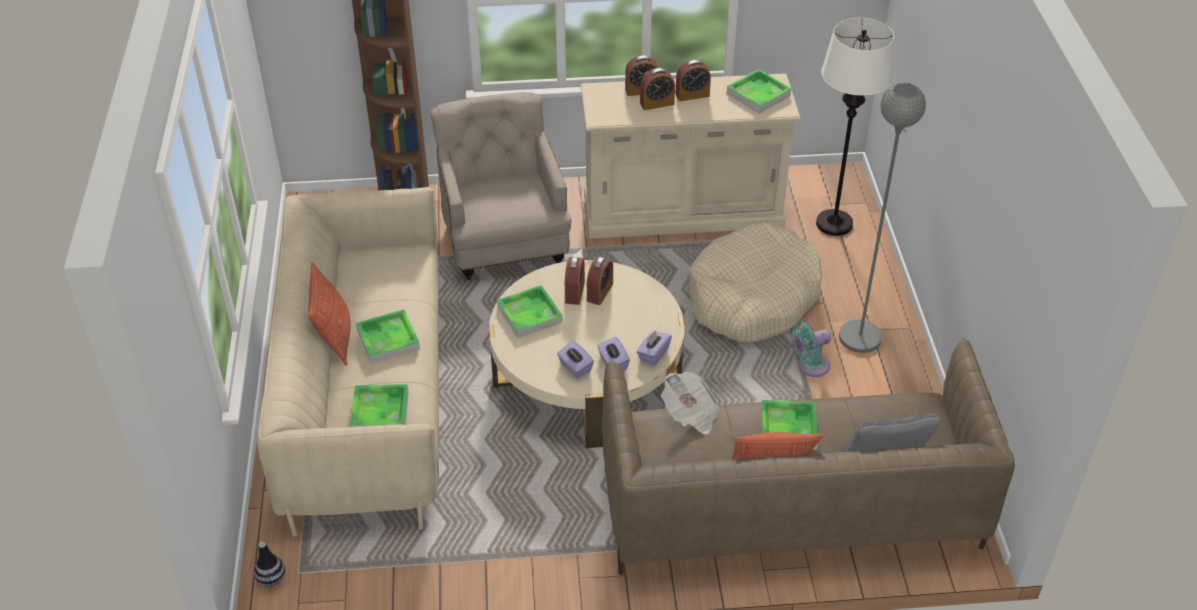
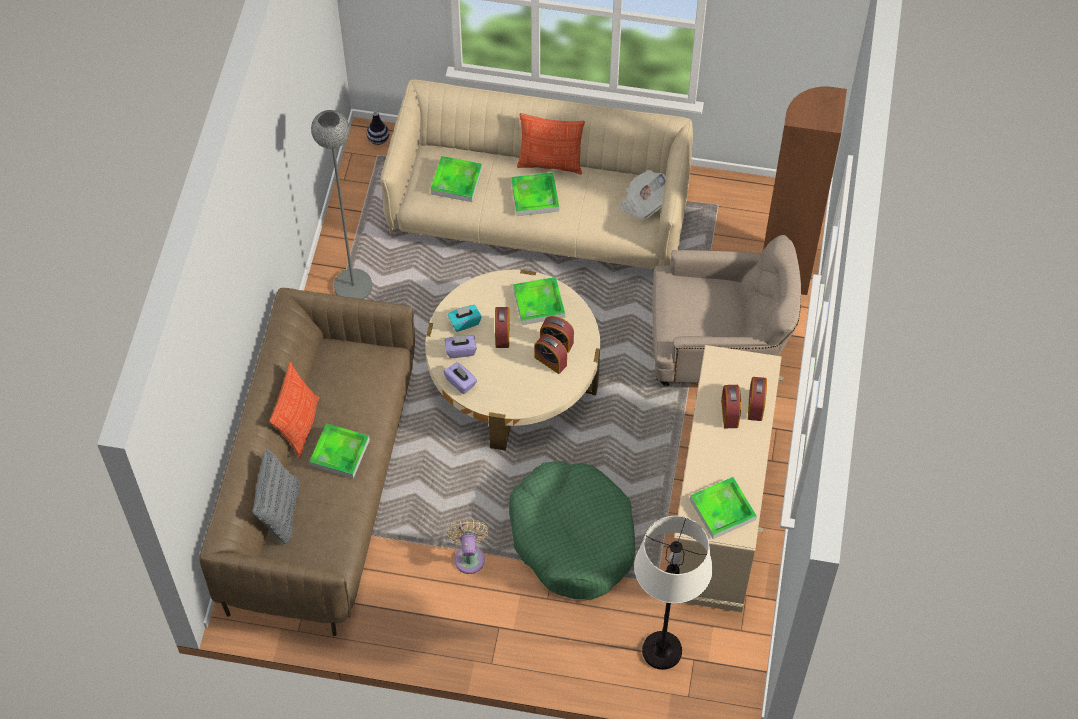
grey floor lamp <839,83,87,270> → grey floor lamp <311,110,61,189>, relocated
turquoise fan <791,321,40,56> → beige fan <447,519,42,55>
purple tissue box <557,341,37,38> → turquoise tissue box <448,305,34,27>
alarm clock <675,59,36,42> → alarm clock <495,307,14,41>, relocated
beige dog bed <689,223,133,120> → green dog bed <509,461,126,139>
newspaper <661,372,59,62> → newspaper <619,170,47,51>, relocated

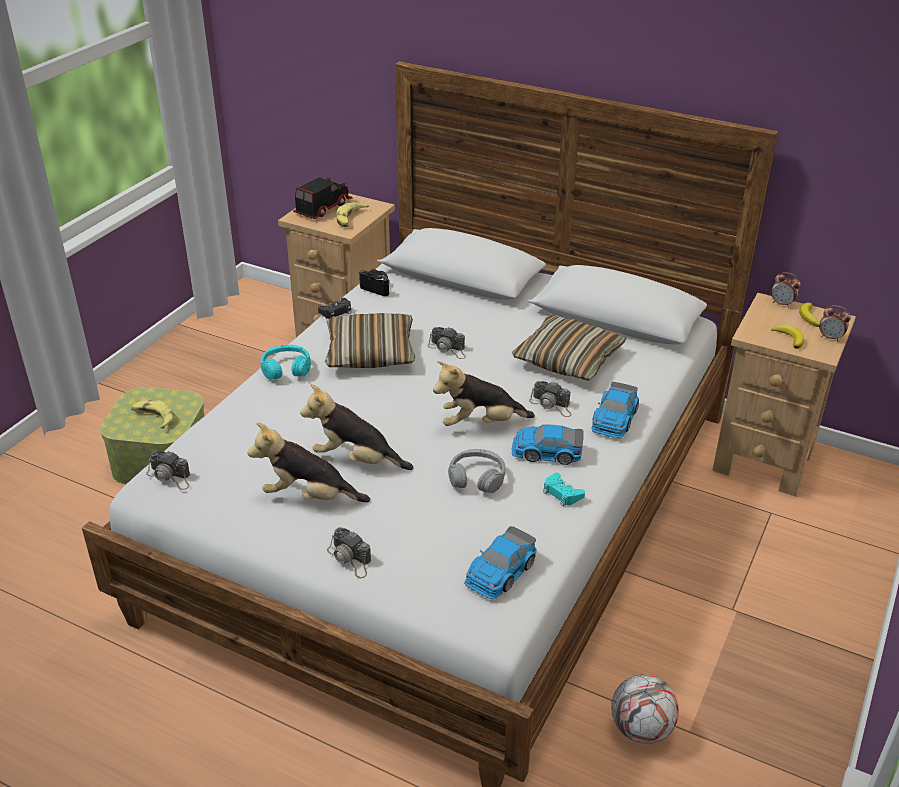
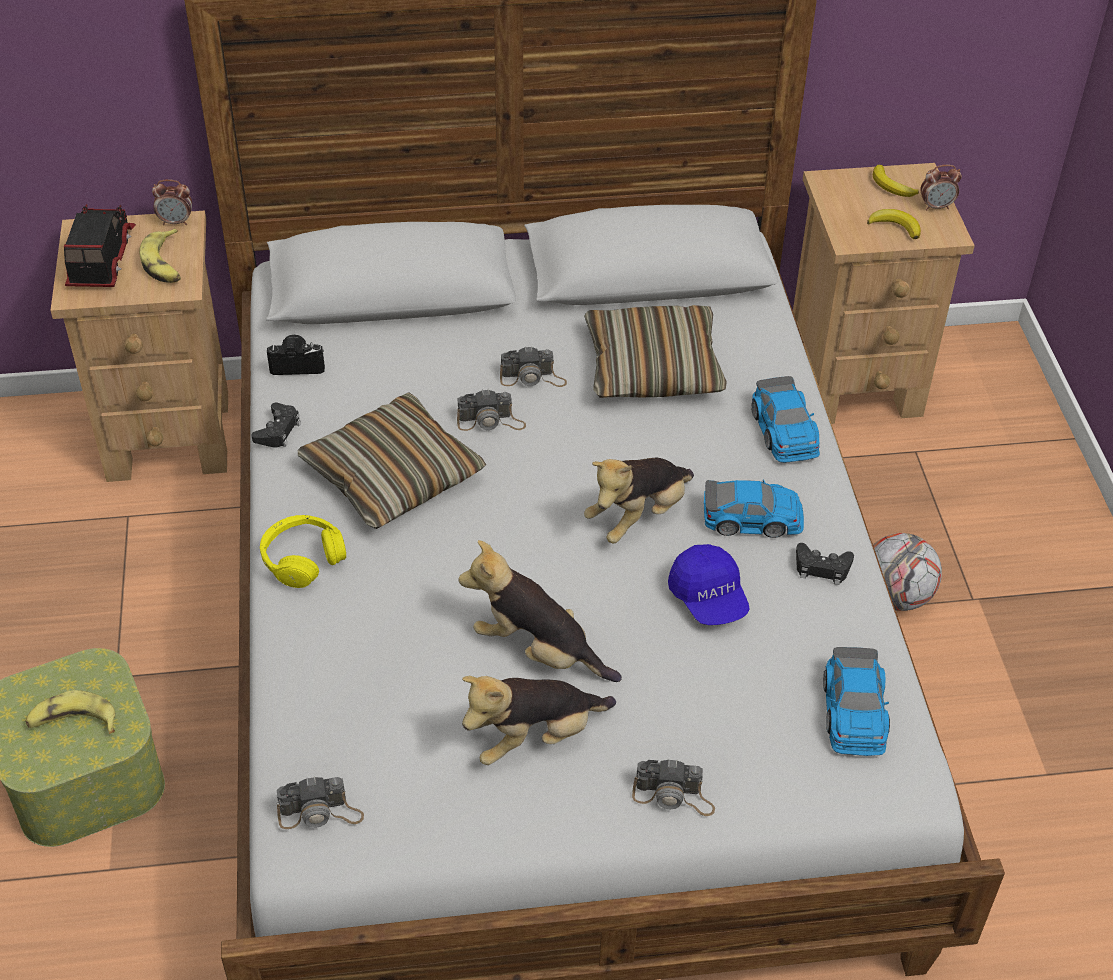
alarm clock <771,272,30,36> → alarm clock <152,179,40,46>, relocated
turquoise headphones <261,345,50,35> → yellow headphones <260,515,86,73>
plush toy <300,384,113,86> → plush toy <458,540,164,142>, 45 degrees clockwise
photo camera <529,381,43,36> → photo camera <500,346,67,41>, relocated
grey headphones <448,449,57,44> → blue cap <668,544,82,81>
toy car <512,424,72,41> → toy car <704,480,100,58>, 150 degrees counterclockwise
turquoise game controller <543,473,42,33> → black game controller <796,543,58,42>
football <611,674,68,70> → football <873,533,69,78>, relocated

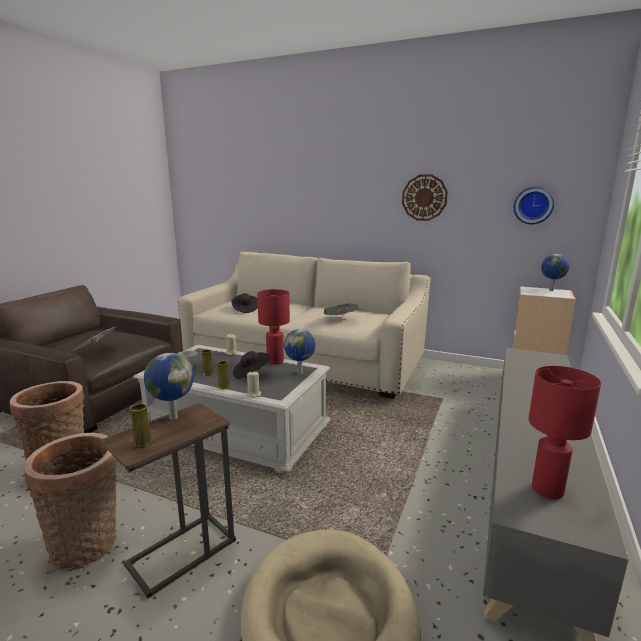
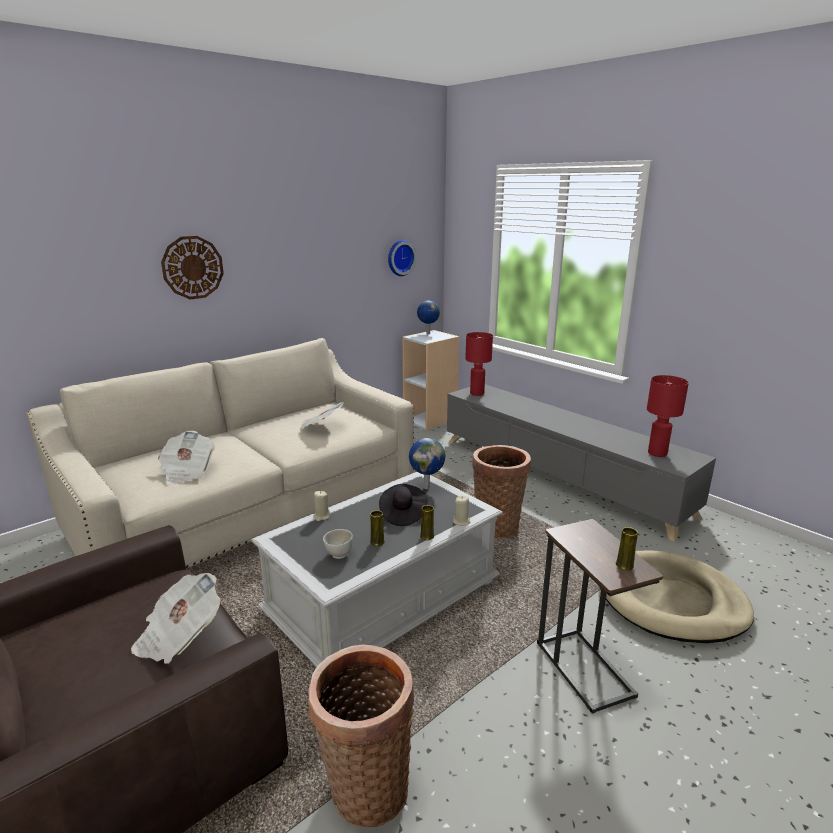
black hat <231,293,27,20> → newspaper <158,431,57,54>
wall clock <402,174,46,47> → wall clock <161,236,63,63>, relocated
red table lamp <257,289,33,76> → red table lamp <465,332,28,64>, relocated
basket <24,433,94,138> → basket <472,445,59,93>, relocated
globe <144,353,50,67> → -

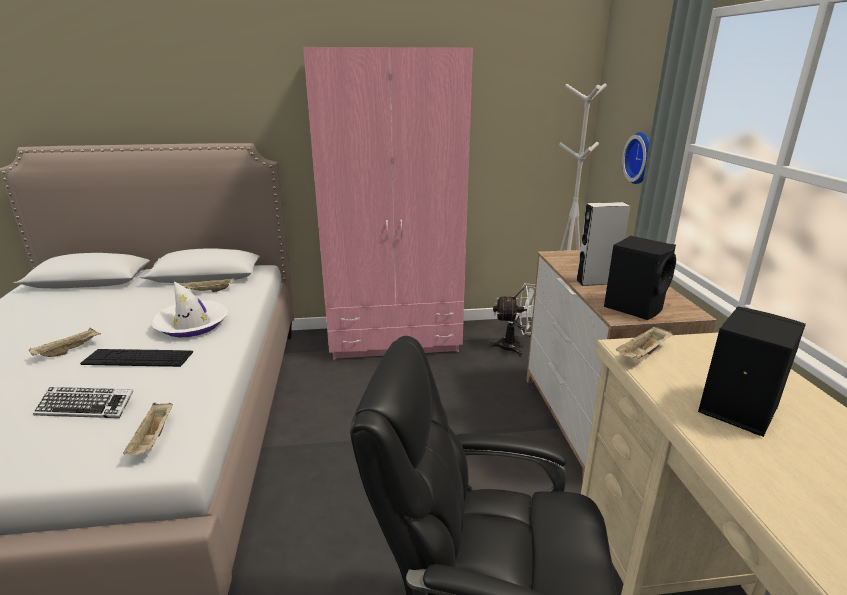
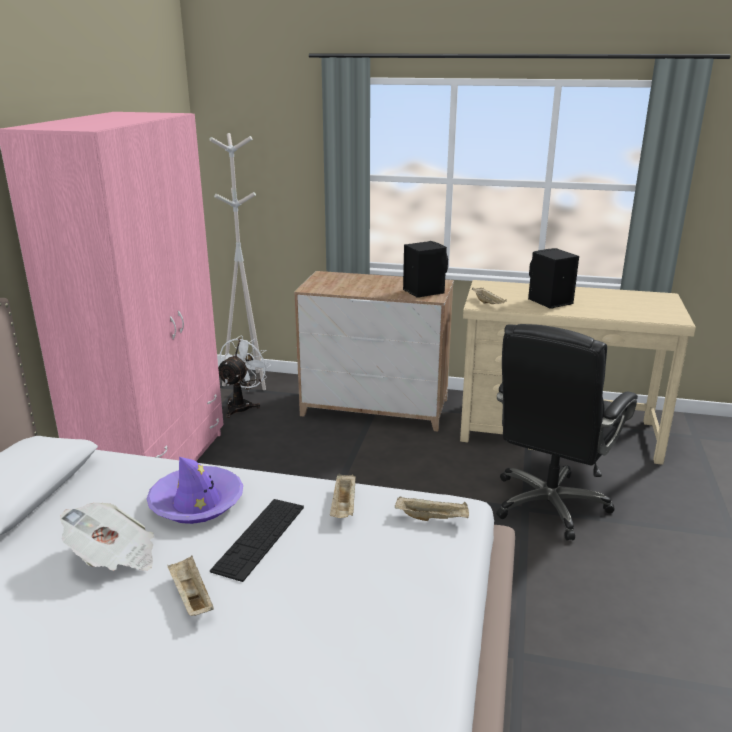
- → newspaper <60,503,94,68>
white hat <151,281,77,56> → purple hat <147,457,96,67>
beige tray <184,277,50,15> → beige tray <330,473,26,45>, relocated
keyboard <33,387,100,31> → -
grey speaker <576,202,54,84> → -
wall clock <622,132,28,52> → -

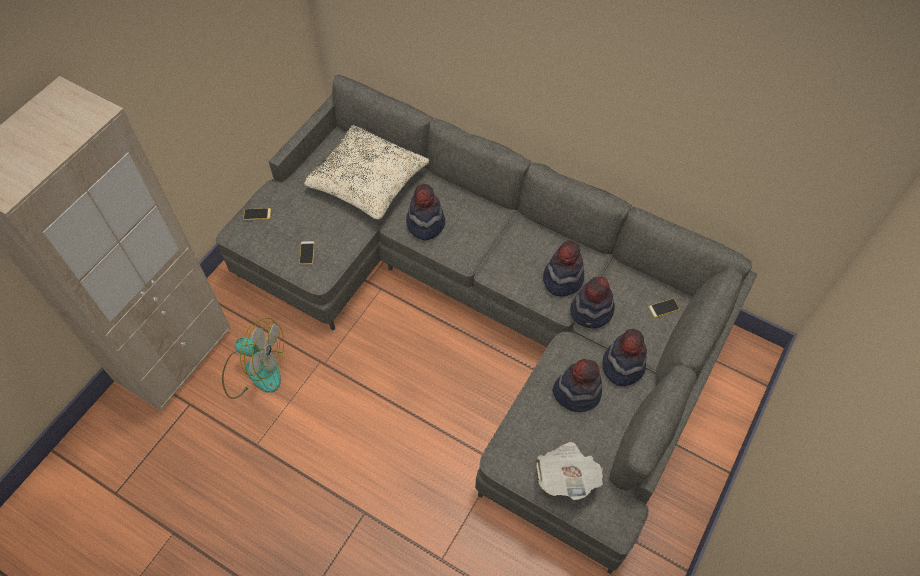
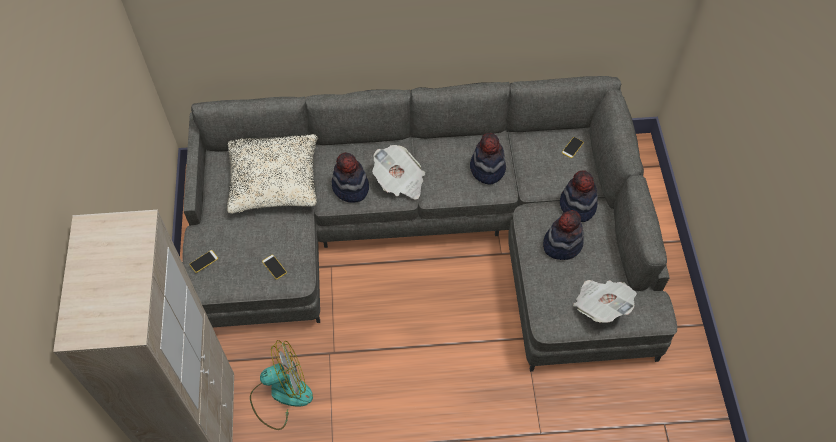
- → newspaper <372,145,53,55>
hat <570,277,45,52> → -

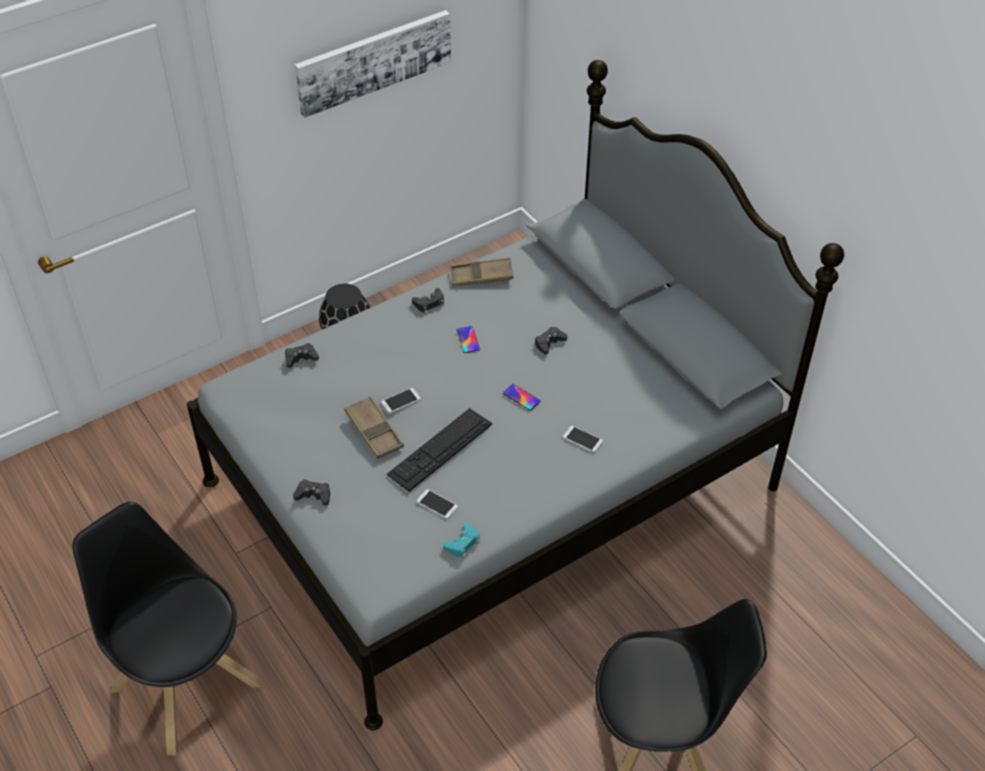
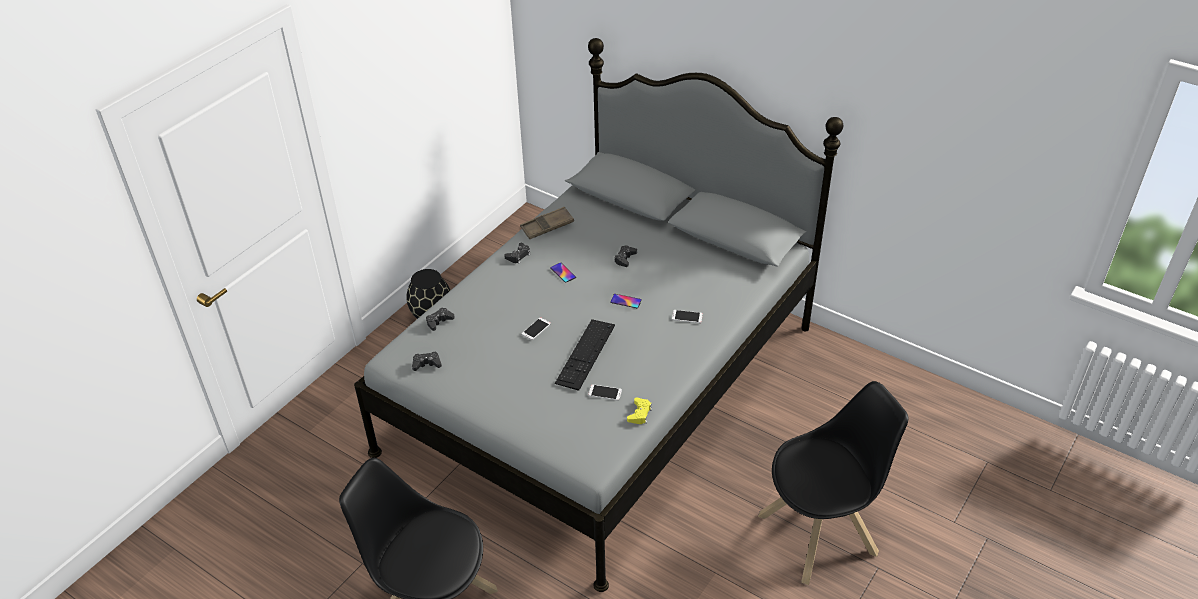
black game controller <293,479,37,27> → black game controller <412,352,30,19>, relocated
turquoise game controller <443,522,37,36> → yellow game controller <627,398,25,26>
picture <295,10,156,108> → -
brown tray <344,396,60,63> → -

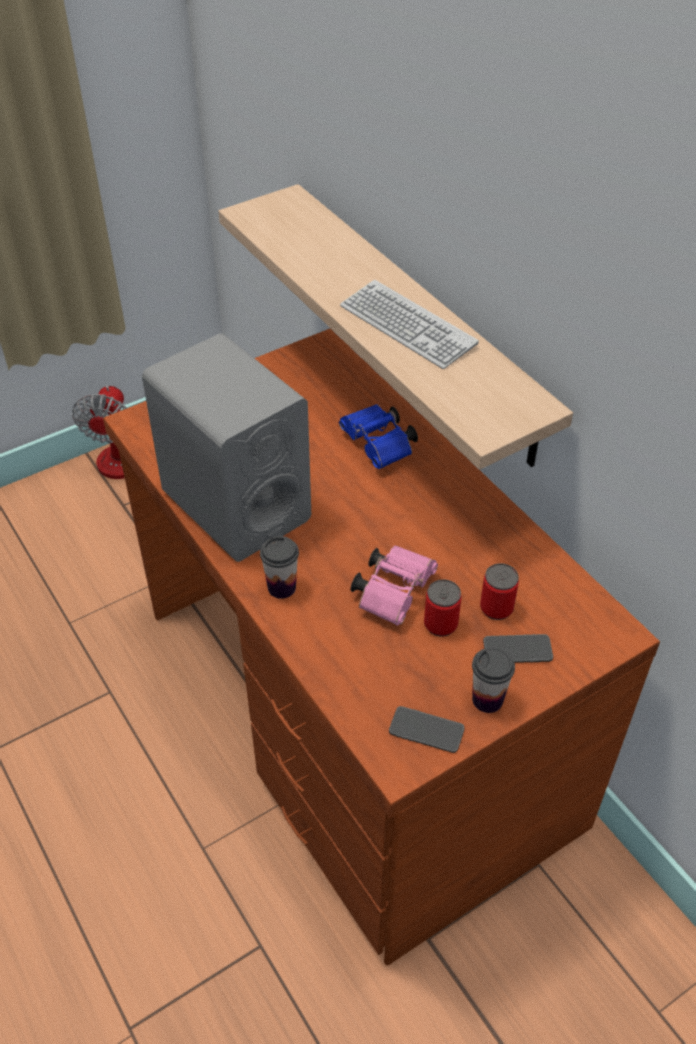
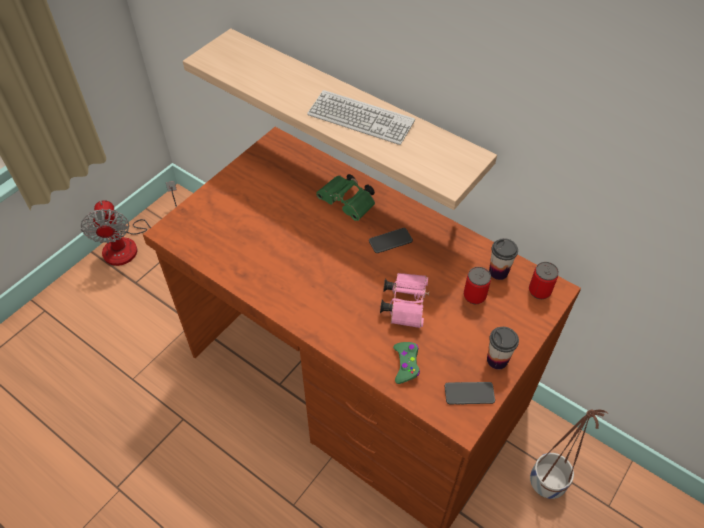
blue binoculars <339,404,79,65> → green binoculars <316,174,59,47>
phone <483,634,70,29> → phone <369,228,44,25>, relocated
- → green game controller <393,342,27,42>
cup <260,536,39,63> → cup <489,238,29,42>, relocated
can <424,579,37,58> → can <529,262,30,37>, relocated
- → planter <530,409,79,90>
grey speaker <142,333,169,229> → -

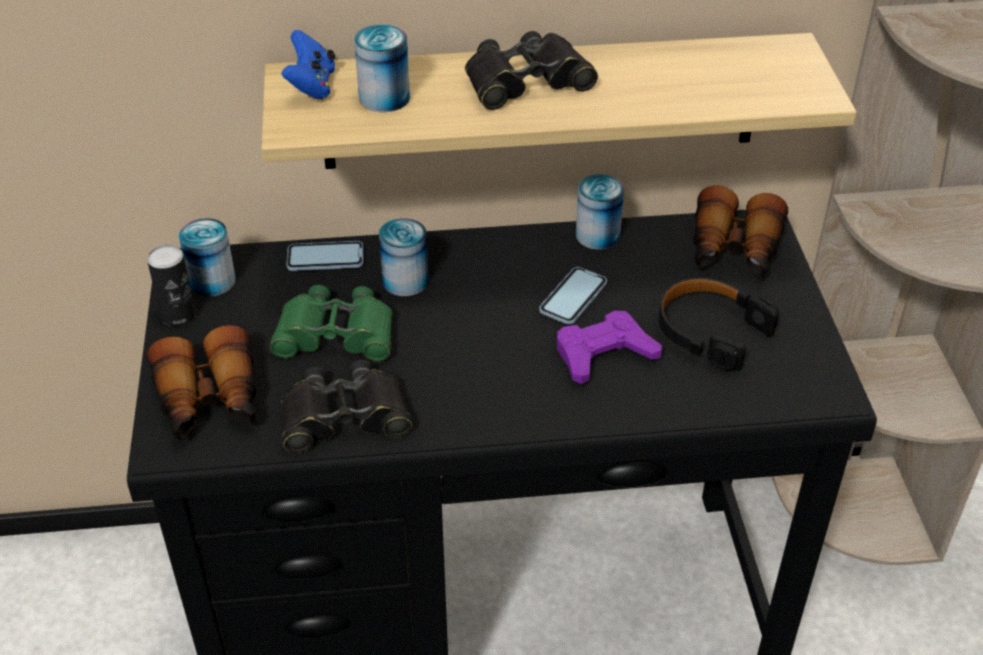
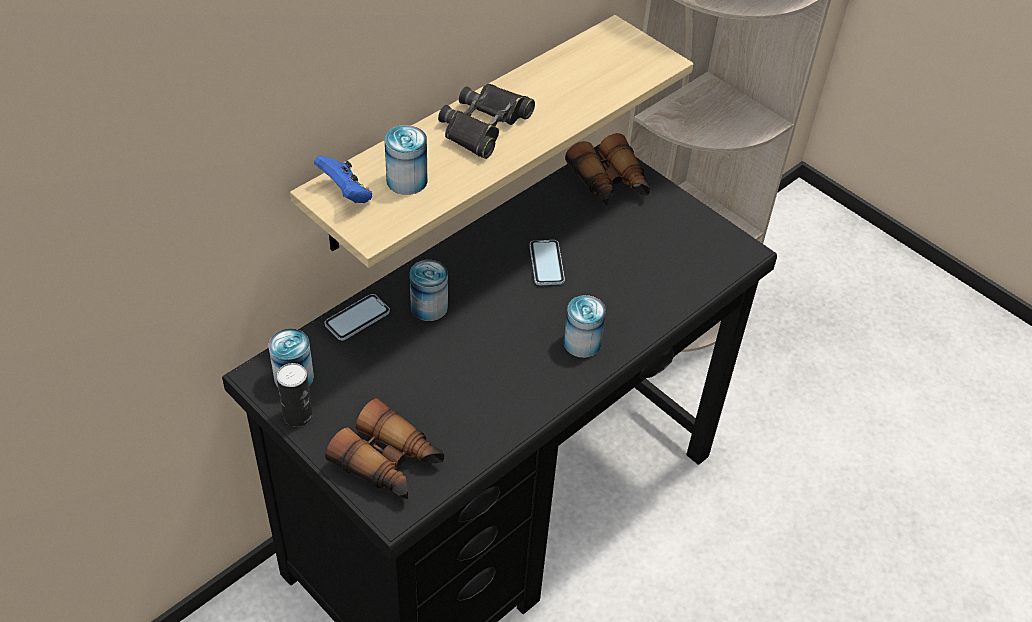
can <576,174,48,76> → can <564,295,42,63>, relocated
green binoculars <270,285,123,77> → -
black binoculars <281,360,131,93> → -
purple game controller <557,311,105,73> → -
black headphones <659,278,120,93> → -

